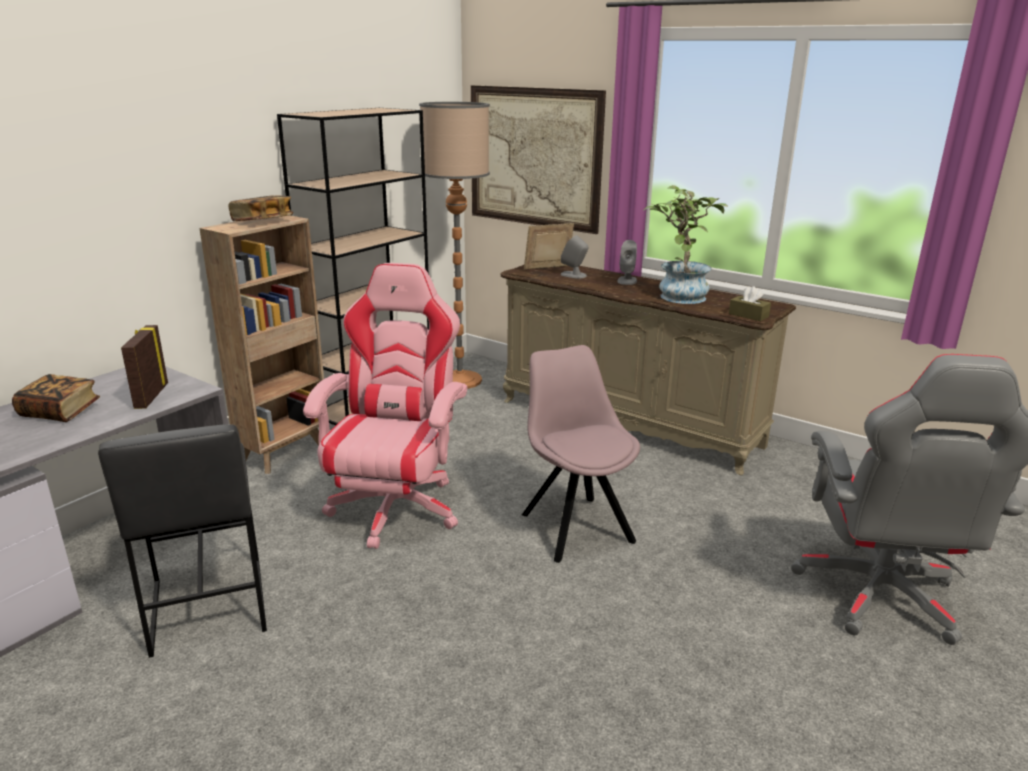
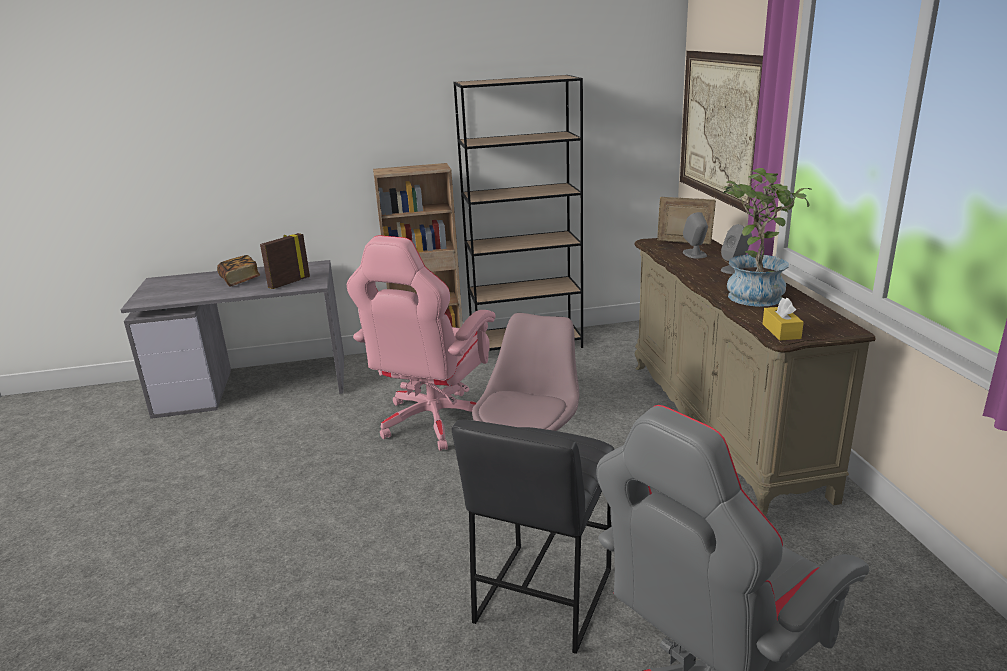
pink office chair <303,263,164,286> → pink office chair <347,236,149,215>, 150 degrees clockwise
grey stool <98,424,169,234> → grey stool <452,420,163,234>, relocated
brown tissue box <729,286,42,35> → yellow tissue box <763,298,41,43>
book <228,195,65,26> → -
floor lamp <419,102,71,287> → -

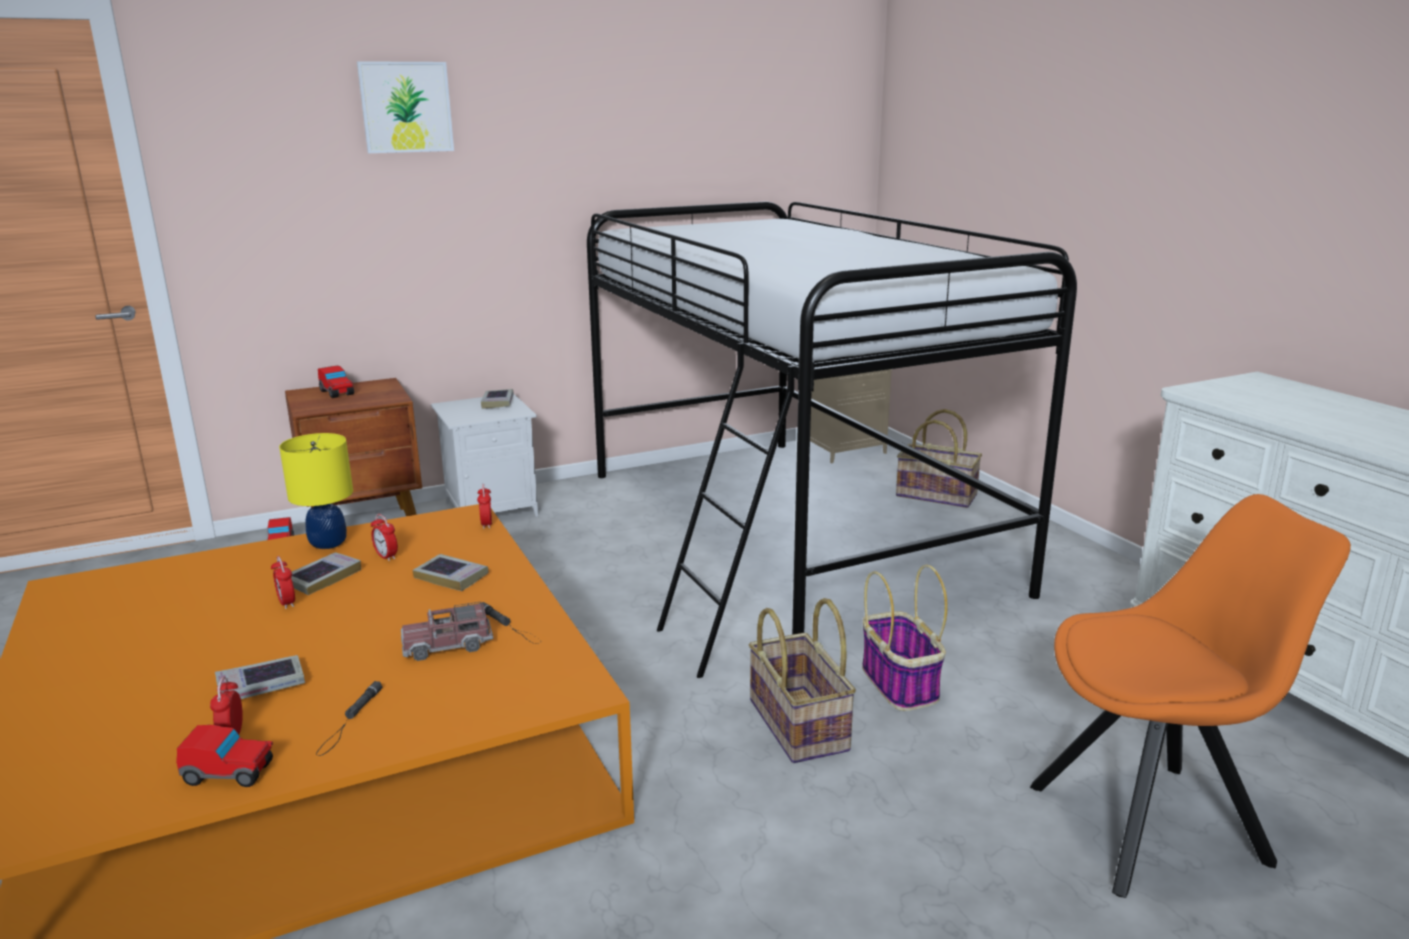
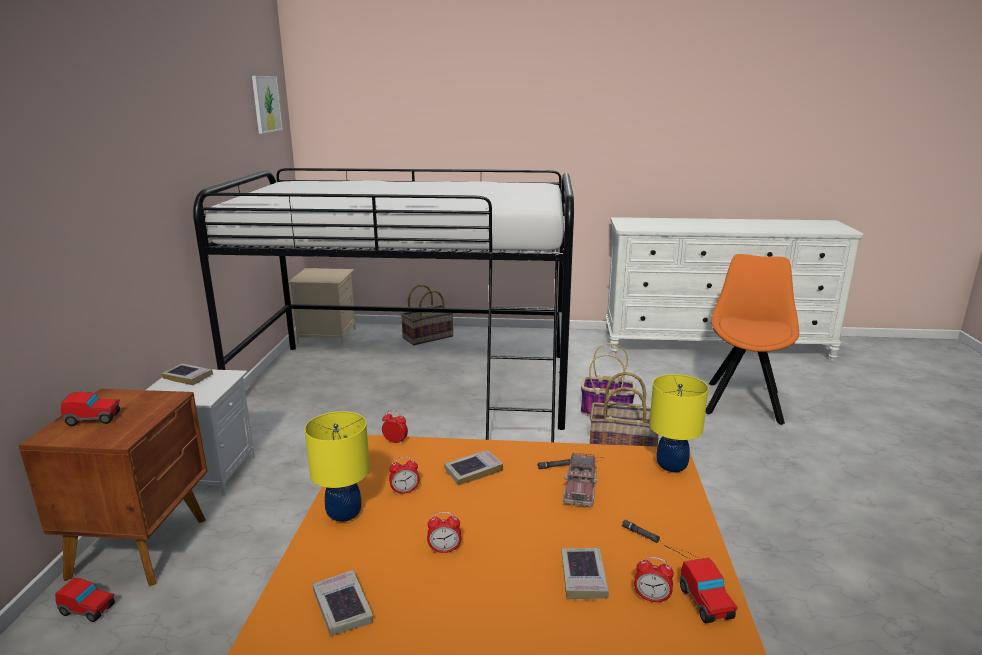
picture <357,61,97,92> → picture <252,76,31,58>, relocated
book <291,552,70,43> → book <313,570,60,65>, relocated
- → yellow table lamp <649,374,59,98>
toy car <176,725,97,62> → toy car <680,558,58,65>, 135 degrees clockwise

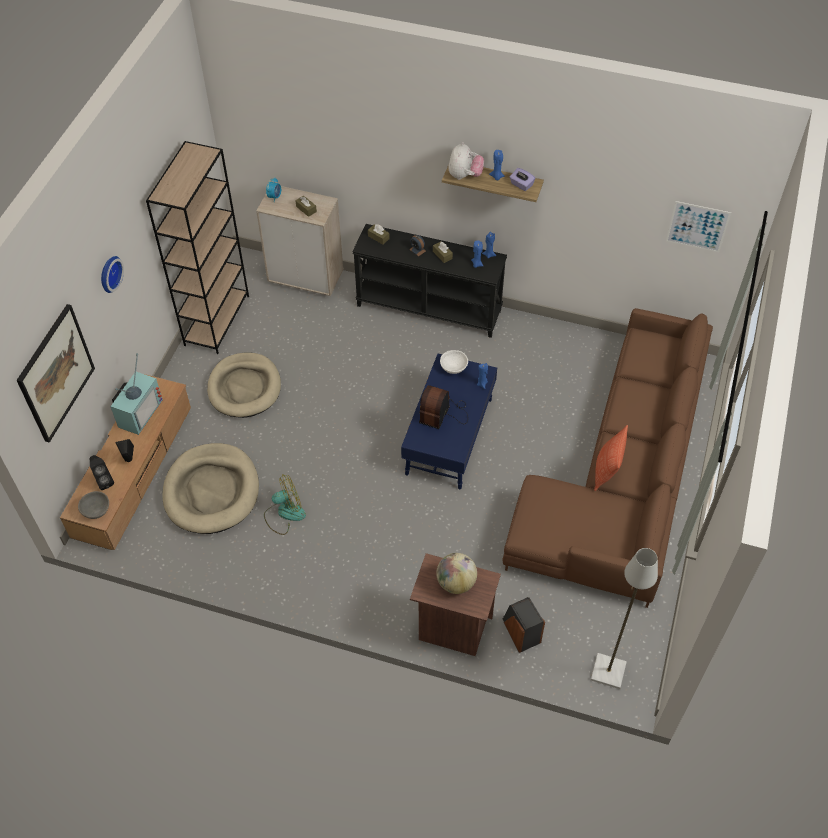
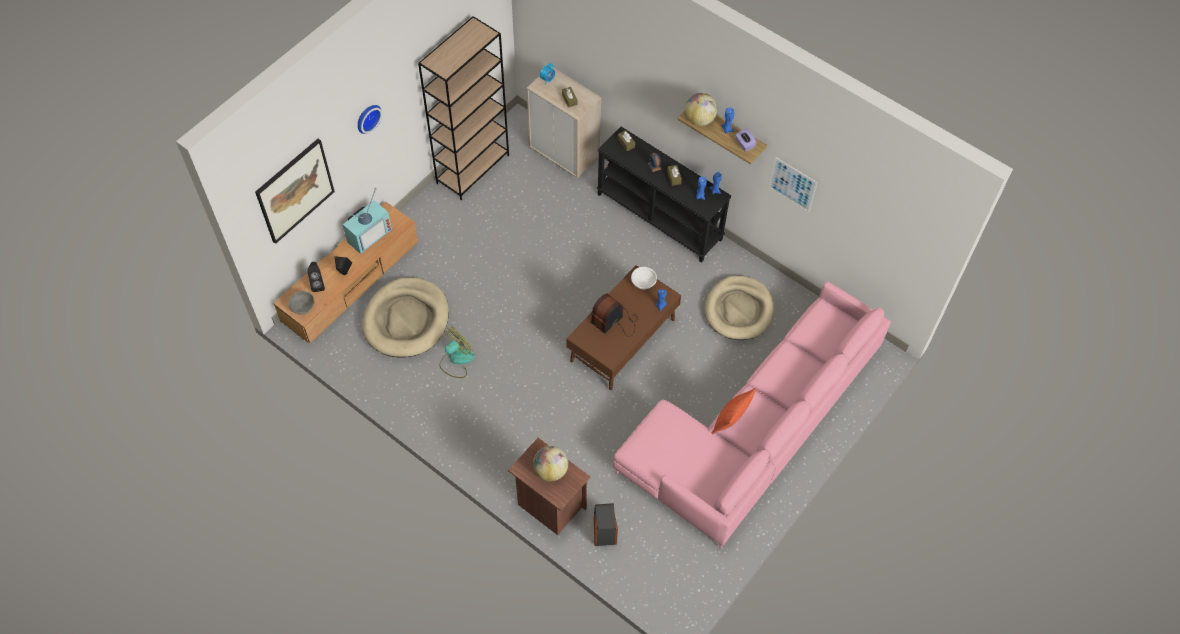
fan <264,475,42,60> → fan <440,327,35,51>, 45 degrees counterclockwise
blue coffee table <401,354,96,135> → brown coffee table <567,265,114,125>
brown sofa <503,308,210,300> → pink sofa <613,282,278,267>
plush toy <449,142,35,38> → globe <684,93,33,33>
beige dog bed <207,353,74,65> → beige dog bed <705,276,69,64>, relocated
picture <666,201,65,51> → picture <769,157,48,55>, relocated
grey floor lamp <591,548,67,141> → -

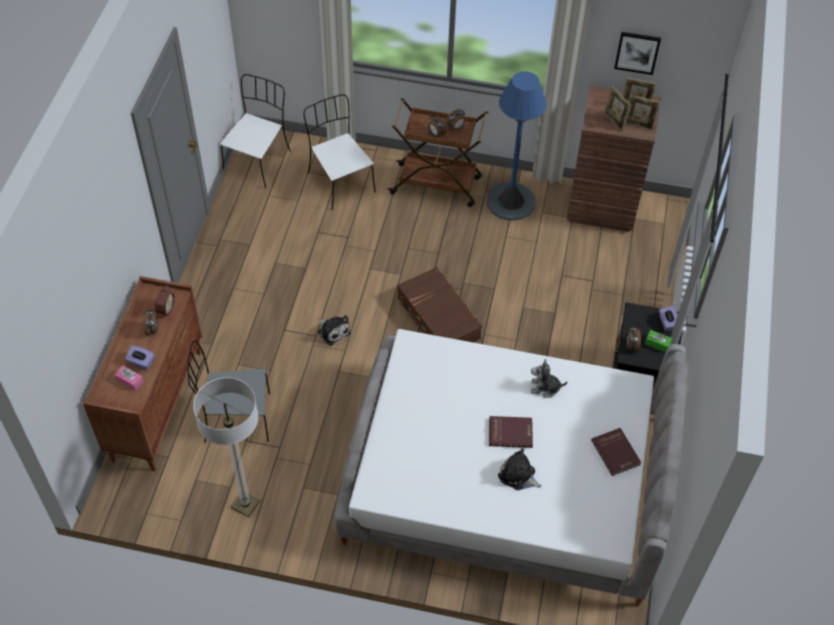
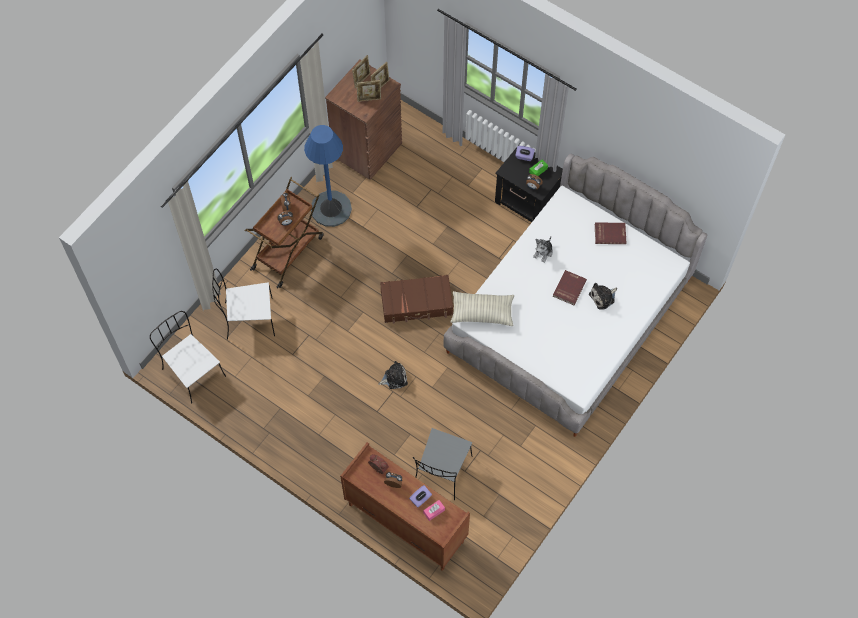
- → pillow <450,291,64,35>
floor lamp <193,377,67,140> → -
picture <614,32,47,43> → -

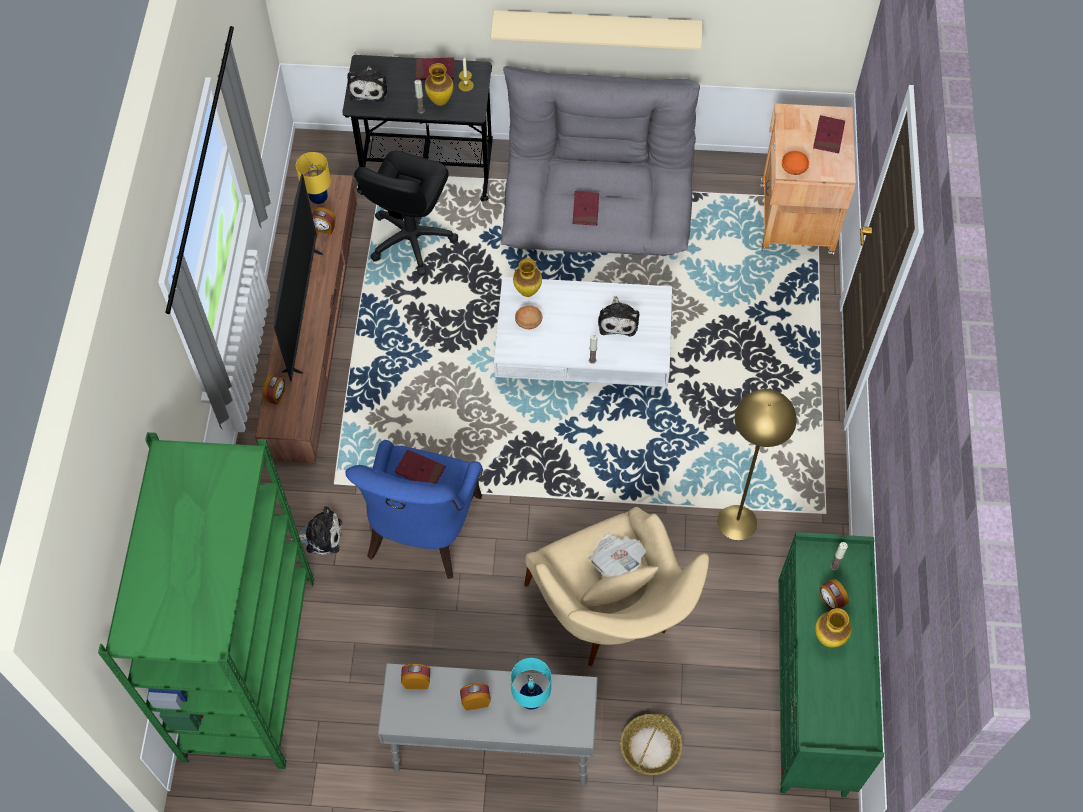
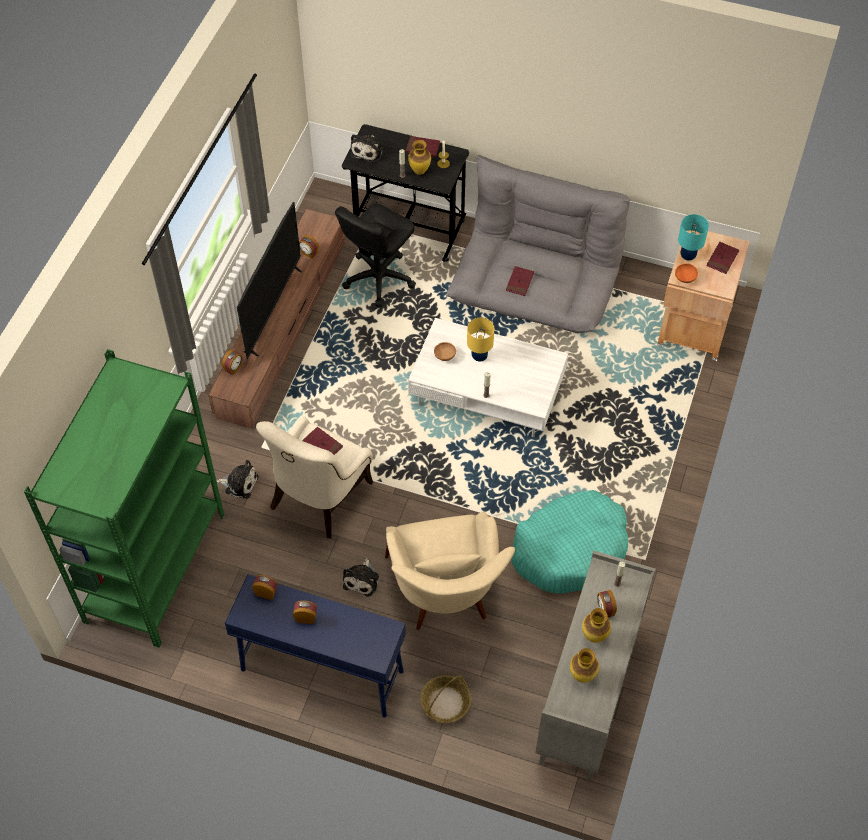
grey console table <378,663,220,122> → blue console table <225,574,181,144>
blue armchair <345,440,138,139> → beige armchair <256,416,117,122>
plush toy <598,296,41,40> → plush toy <343,558,36,39>, relocated
yellow table lamp <296,152,35,52> → yellow table lamp <467,318,27,44>, relocated
yellow floor lamp <717,389,80,151> → turquoise dog bed <511,490,117,103>
green cabinet <778,532,106,265> → grey cabinet <536,550,119,230>
vase <513,258,29,39> → vase <570,648,29,35>, relocated
turquoise table lamp <511,658,40,52> → turquoise table lamp <678,214,31,46>, relocated
beige shelf <491,10,211,40> → -
newspaper <588,534,58,43> → -

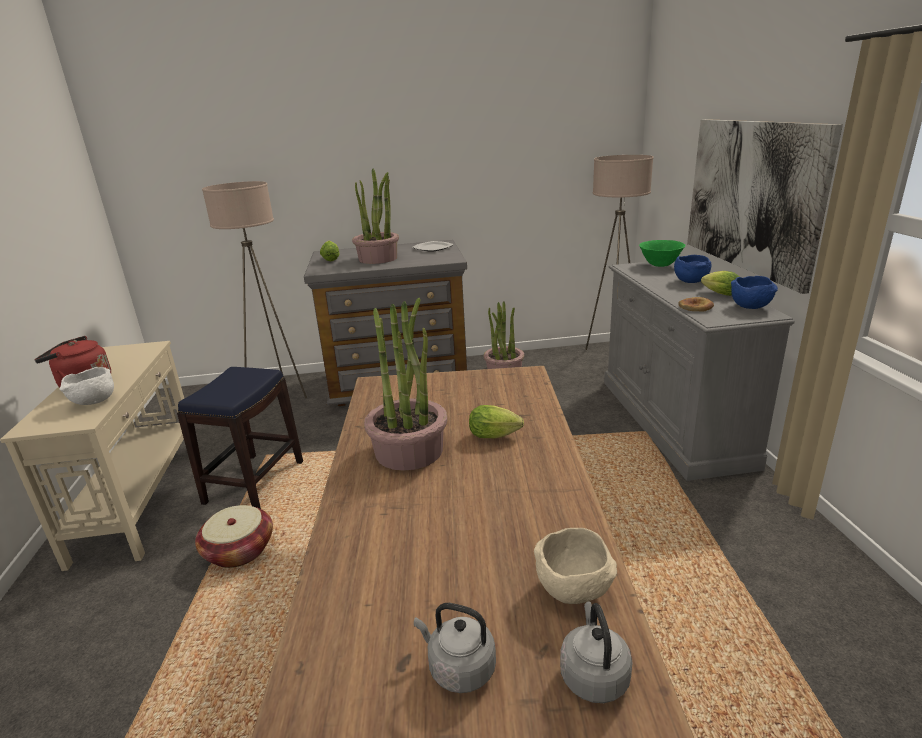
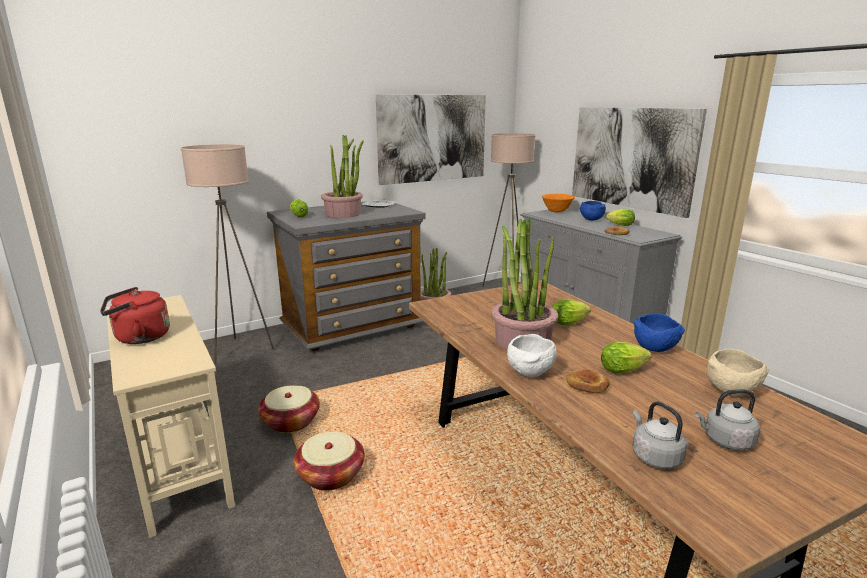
stool <177,367,126,142> → basket <258,385,62,48>
- → picture <376,94,110,91>
white bowl <59,367,55,38> → white bowl <507,334,50,43>, relocated
green bowl <639,240,47,27> → orange bowl <542,194,33,18>
- → bread <566,369,44,24>
- → lettuce <601,342,51,31>
grey kettle <560,601,73,102> → grey kettle <633,401,54,68>, relocated
blue bowl <731,276,47,33> → blue bowl <634,313,51,39>, relocated

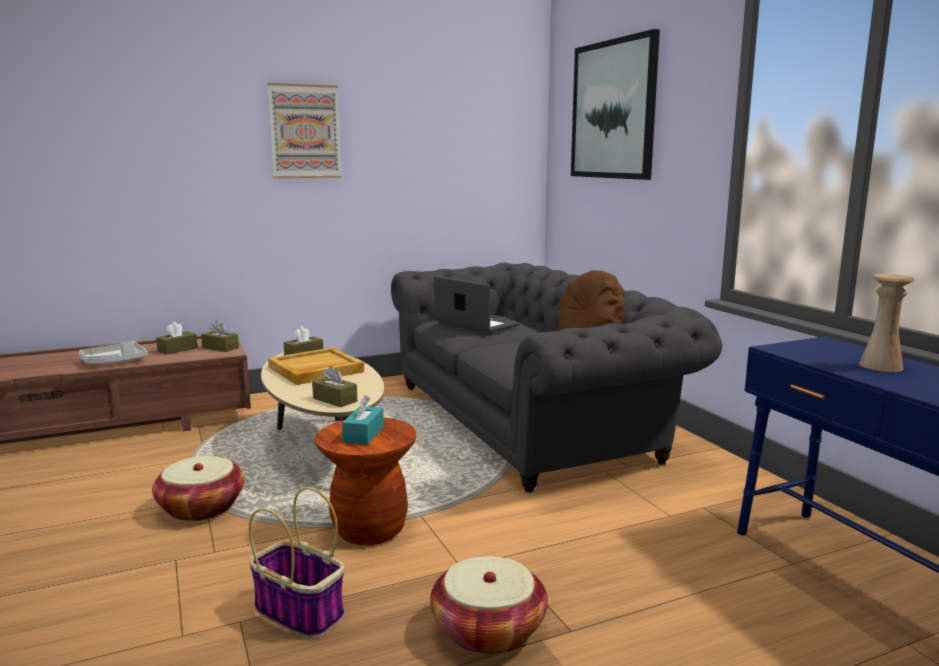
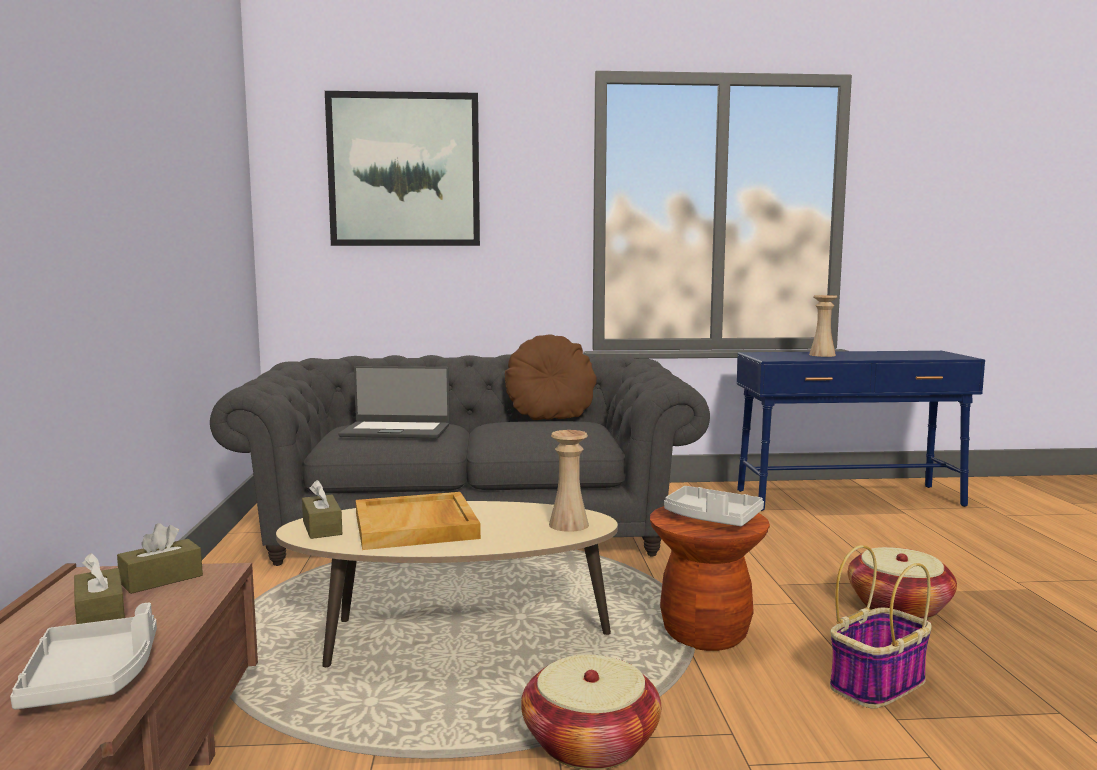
laptop <434,276,85,57> → laptop <338,366,112,72>, 150 degrees counterclockwise
brown tissue box <312,366,45,41> → beige vase <549,430,40,102>
turquoise tissue box <342,395,42,50> → grey tray <664,486,100,40>
picture <267,83,75,95> → -

